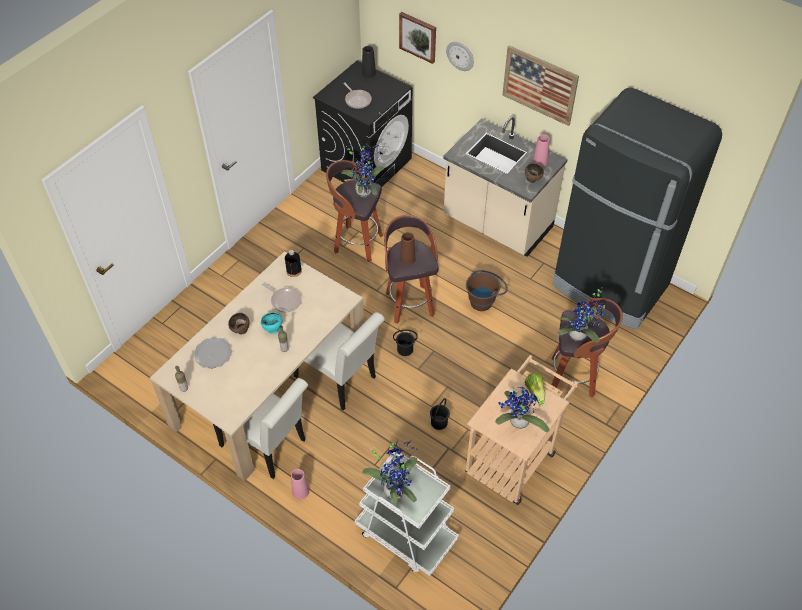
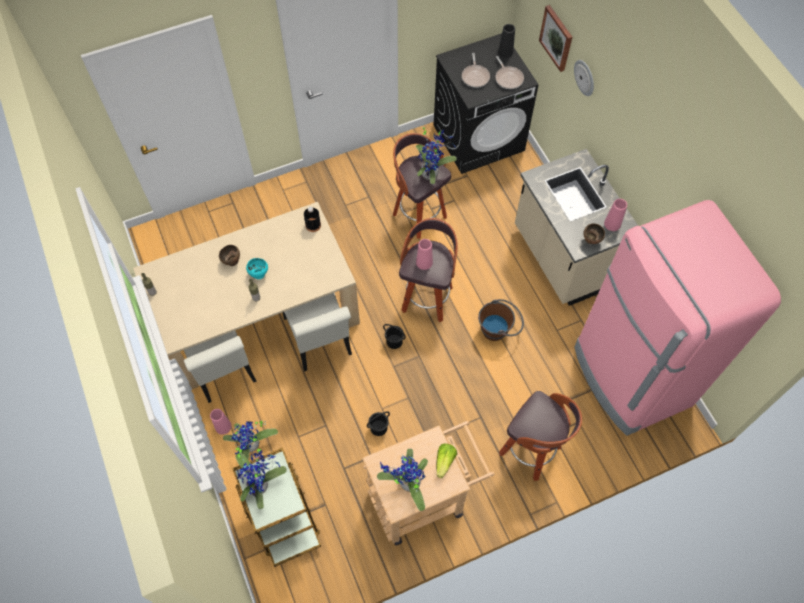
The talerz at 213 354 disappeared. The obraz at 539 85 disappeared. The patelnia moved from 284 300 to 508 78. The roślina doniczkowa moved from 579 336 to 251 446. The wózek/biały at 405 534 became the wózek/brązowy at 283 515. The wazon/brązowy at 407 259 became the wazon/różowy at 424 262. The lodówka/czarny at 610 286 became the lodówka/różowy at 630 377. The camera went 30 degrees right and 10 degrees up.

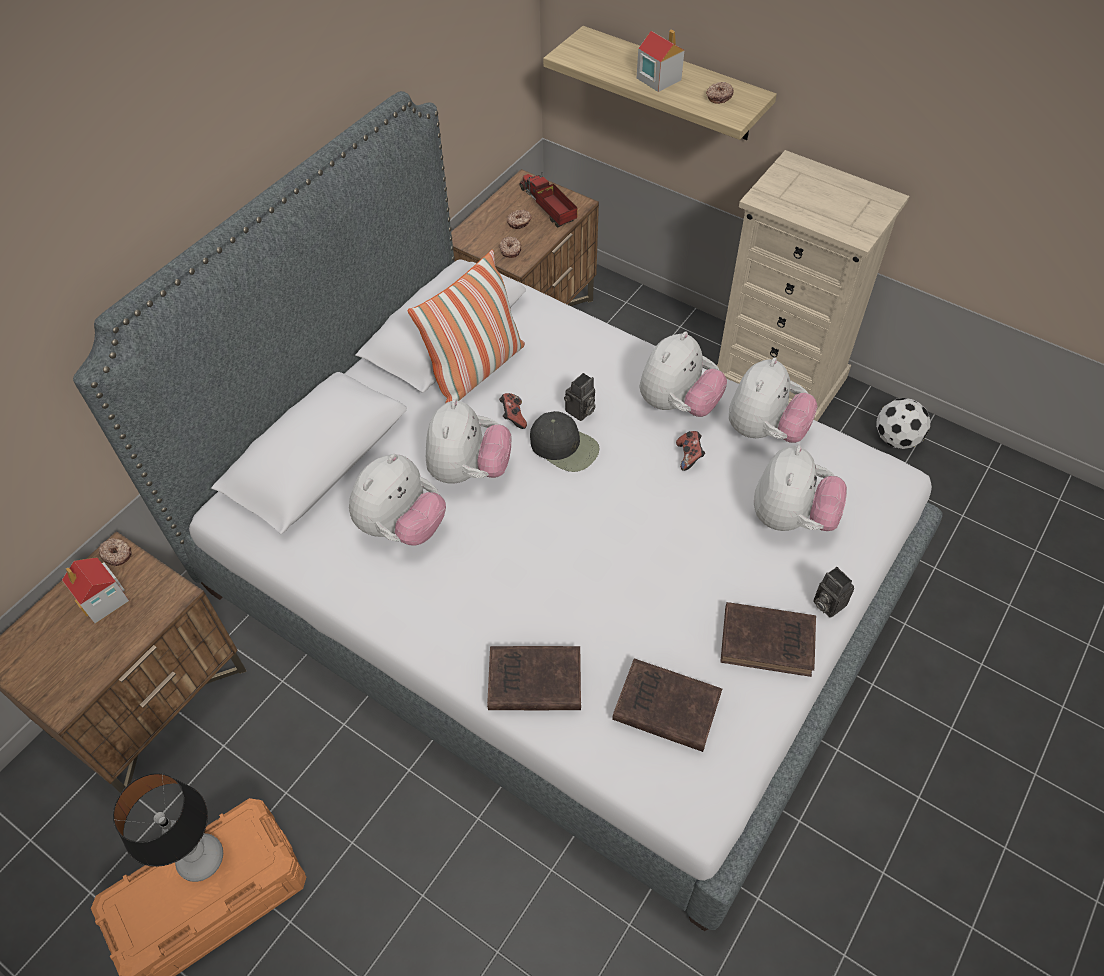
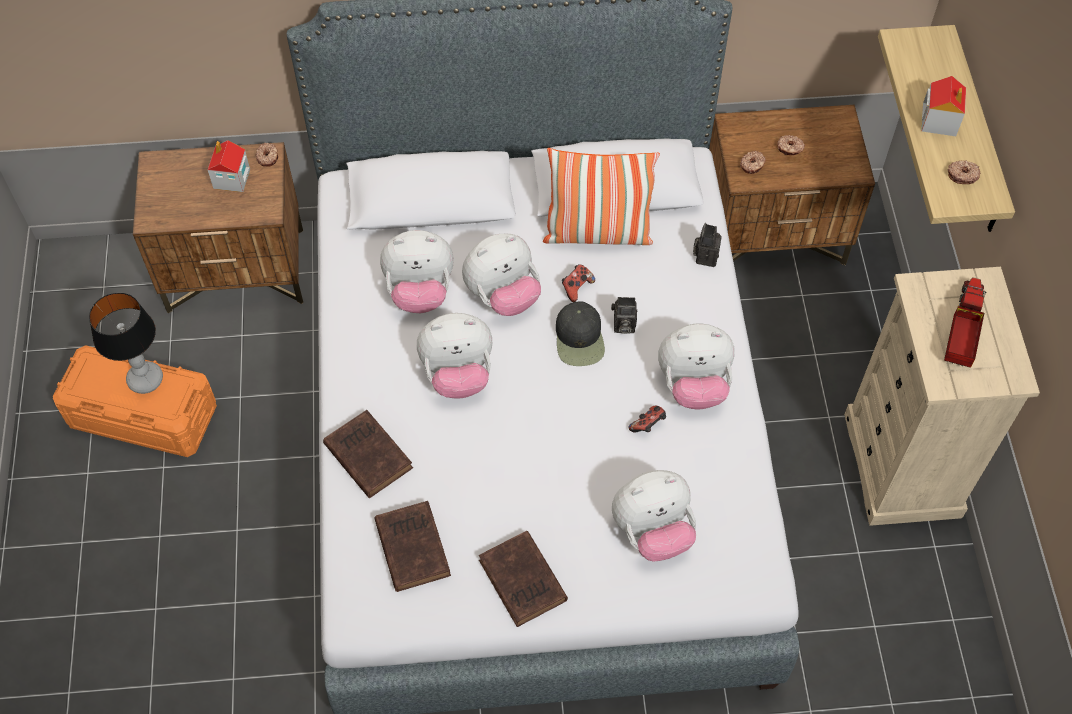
The piłka futbolowa at 896 438 disappeared. The ciężarówka zabawkowa moved from 548 207 to 962 330. The pluszak moved from 764 430 to 458 374. The aparat fotograficzny moved from 827 603 to 705 256. The camera went 50 degrees right and 5 degrees up.

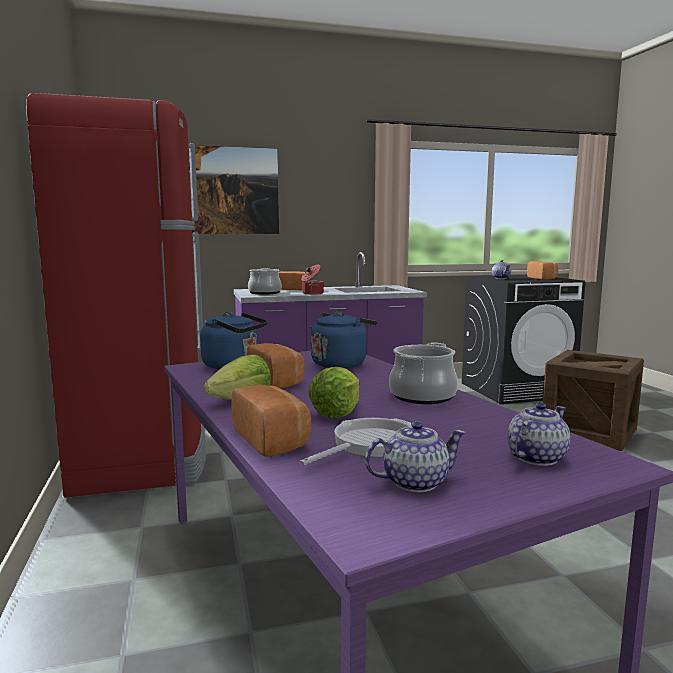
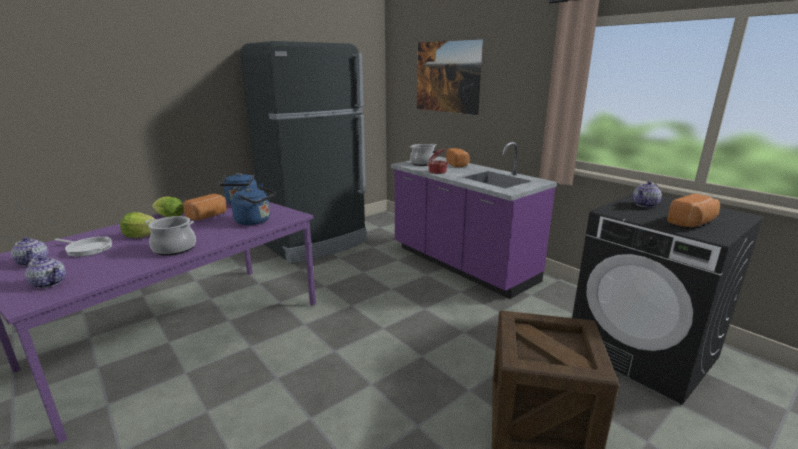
The chleb at 273 439 disappeared. The lodówka/czerwony at 142 458 became the lodówka/czarny at 316 243. The camera went 65 degrees right and 10 degrees up.

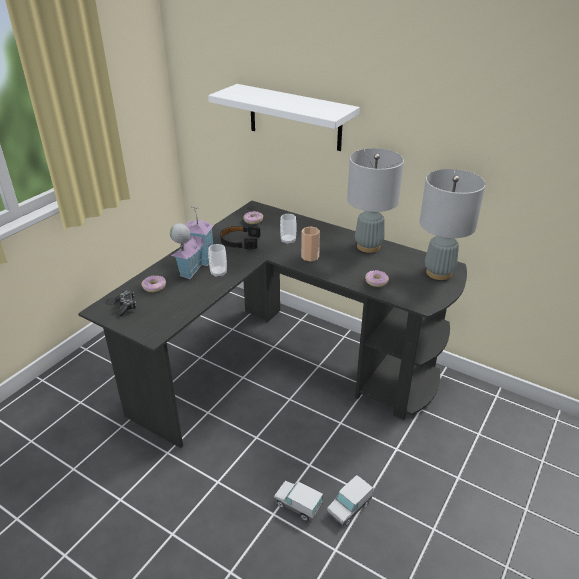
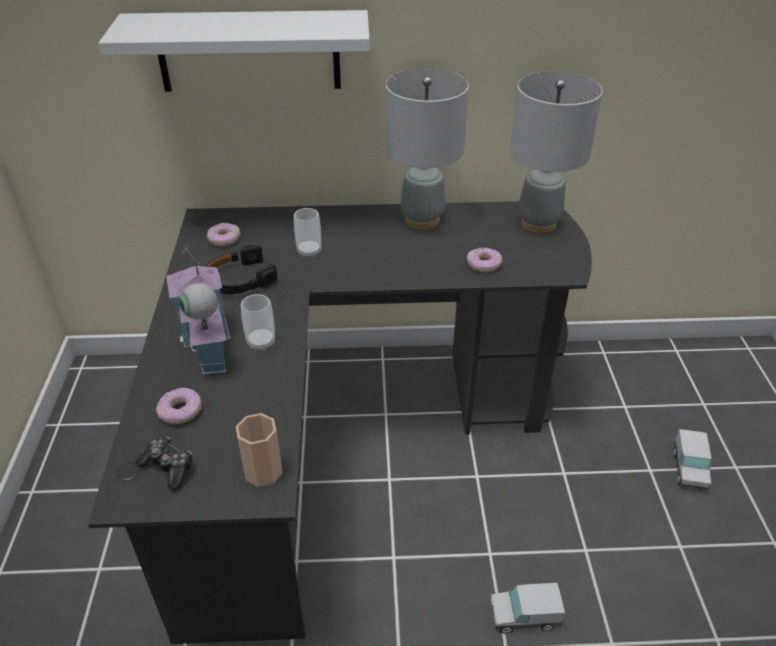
The filiżanka moved from 310 256 to 263 471. The ciężarówka zabawkowa moved from 349 508 to 688 469. The camera went 35 degrees left and 5 degrees up.

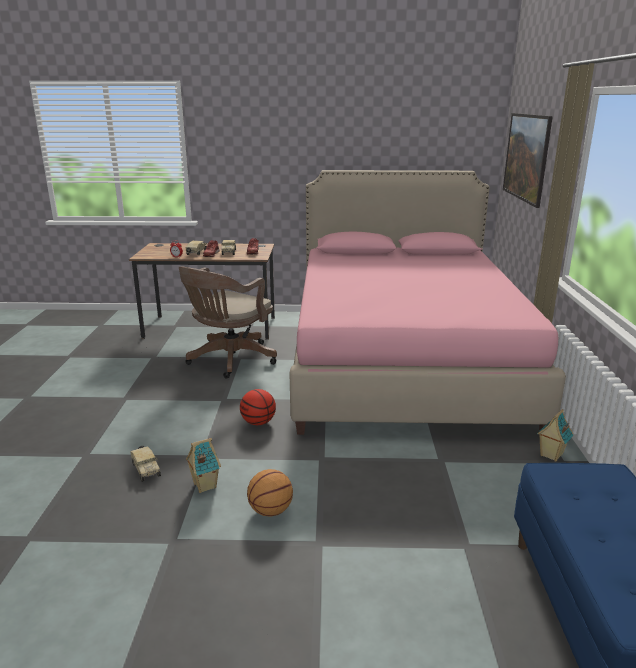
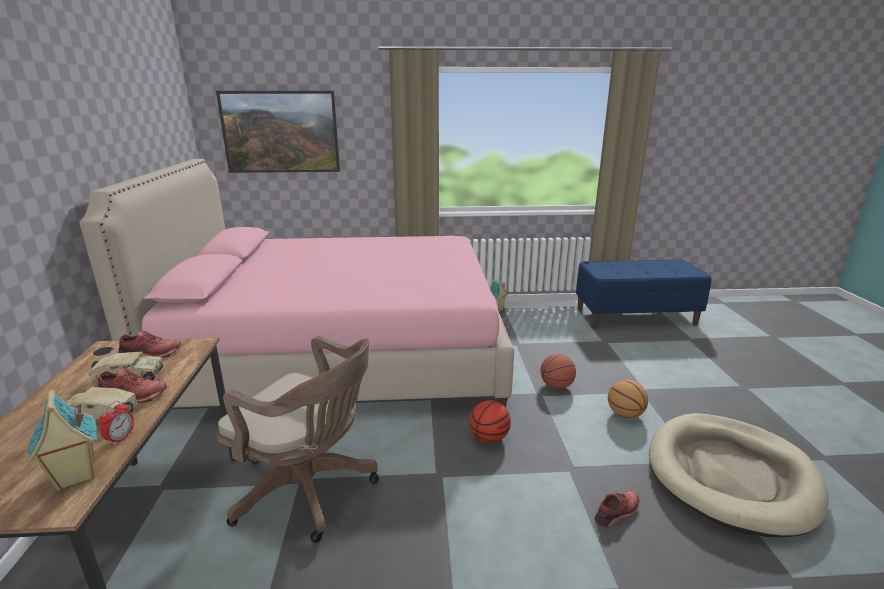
The piłka do koszykówki at 556 386 appeared. The legowisko/beżowy at 730 475 appeared. The domek moved from 204 486 to 75 476. The ciężarówka zabawkowa at 145 469 was replaced by the but/czerwony at 617 512. The camera went 95 degrees left and 0 degrees up.

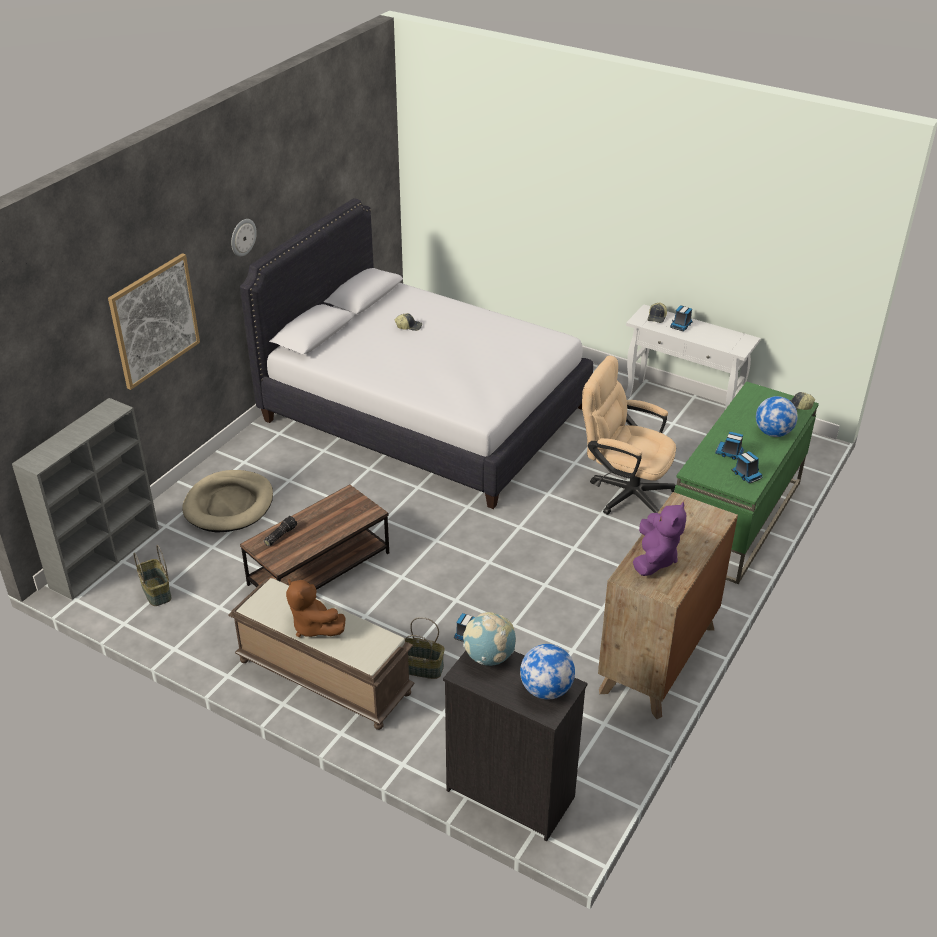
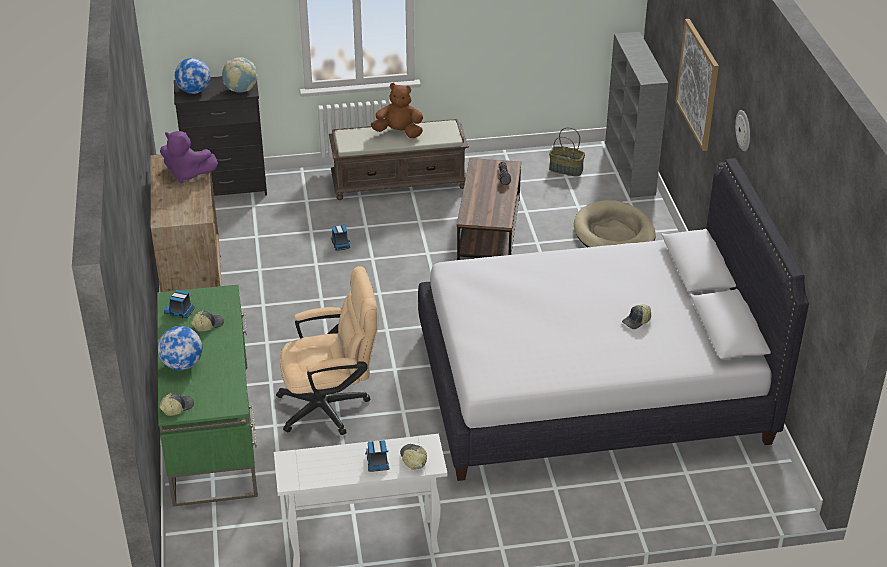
The koszyk at 420 668 disappeared. The ciężarówka zabawkowa at 730 453 was replaced by the czapka z daszkiem at 207 324. The pluszak/fioletowy at 655 559 turned 45 degrees counterclockwise. The camera went 140 degrees right and 0 degrees up.

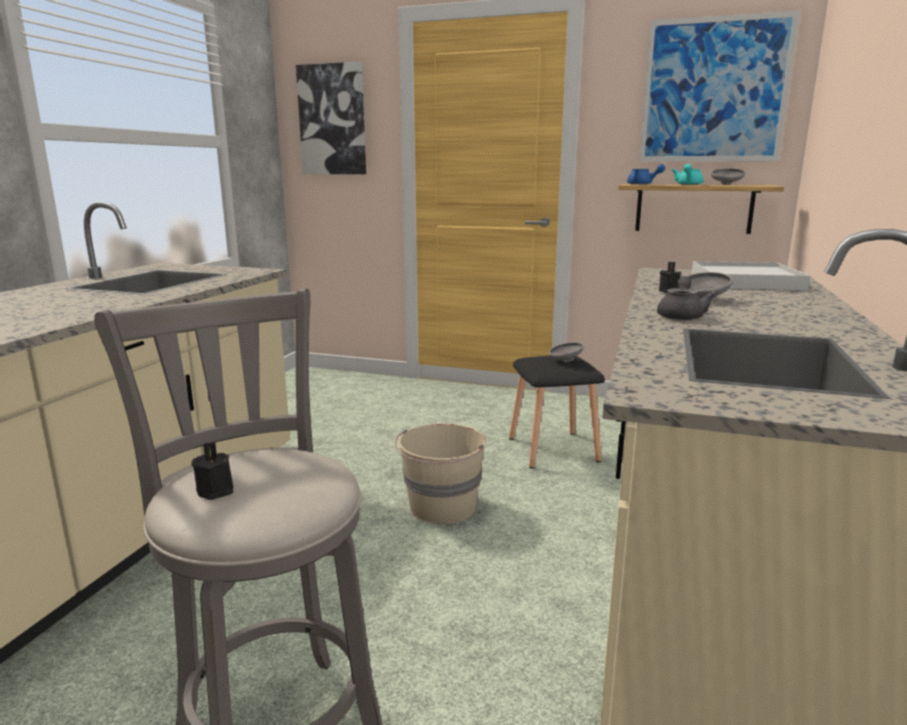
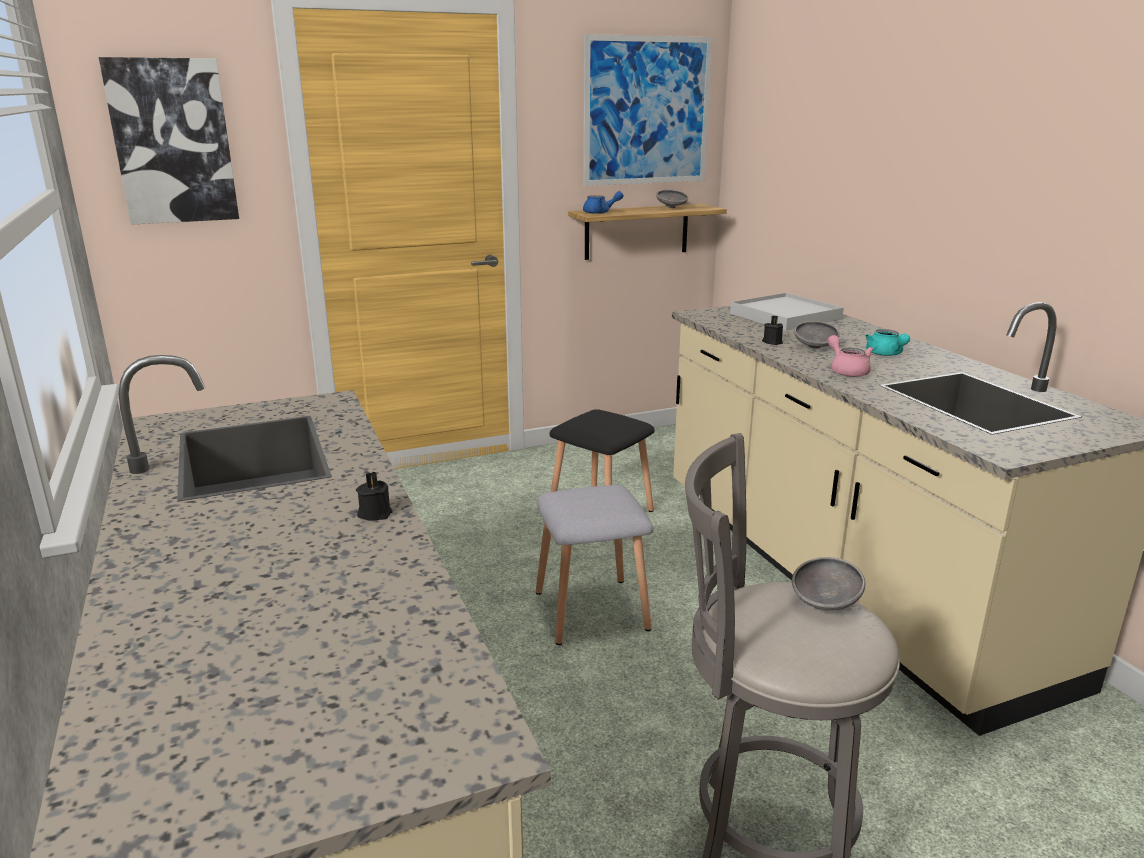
The świeca/czarny moved from 216 489 to 374 513. The miska/szary moved from 564 361 to 824 603. The imbryk/turkusowy moved from 688 184 to 885 354. The wiadro/beżowy at 442 507 was replaced by the stołek/szary at 593 609. The imbryk/szary at 681 316 became the imbryk/różowy at 847 371. The camera went 40 degrees left and 5 degrees up.

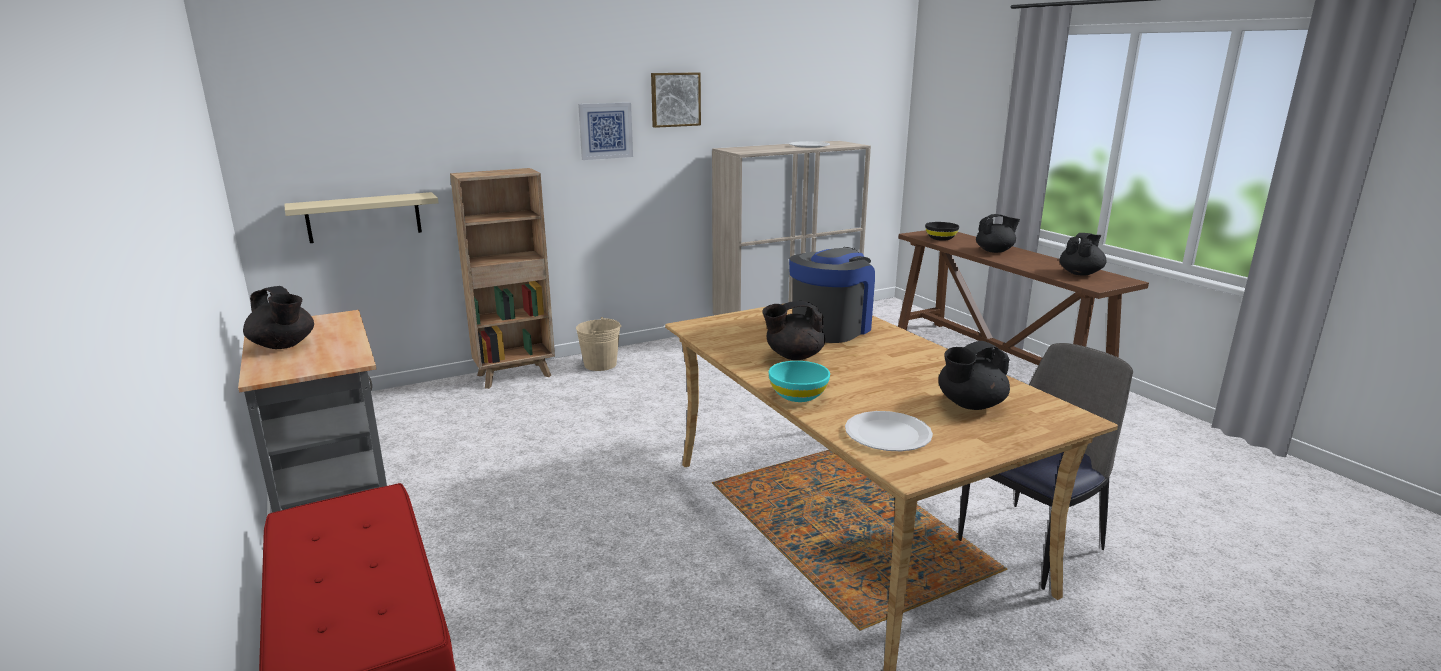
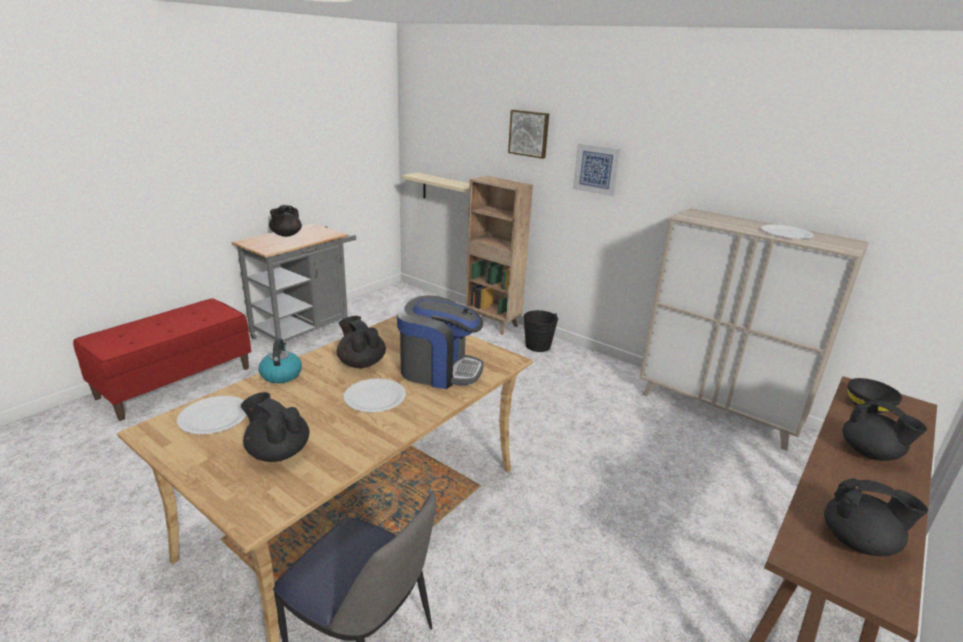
The talerz/biały at 374 397 appeared. The obraz moved from 675 99 to 529 133. The miska/turkusowy at 798 395 was replaced by the czajnik at 281 374. The wiadro/beżowy at 600 364 became the wiadro/czarny at 538 346. The camera went 65 degrees right and 5 degrees up.

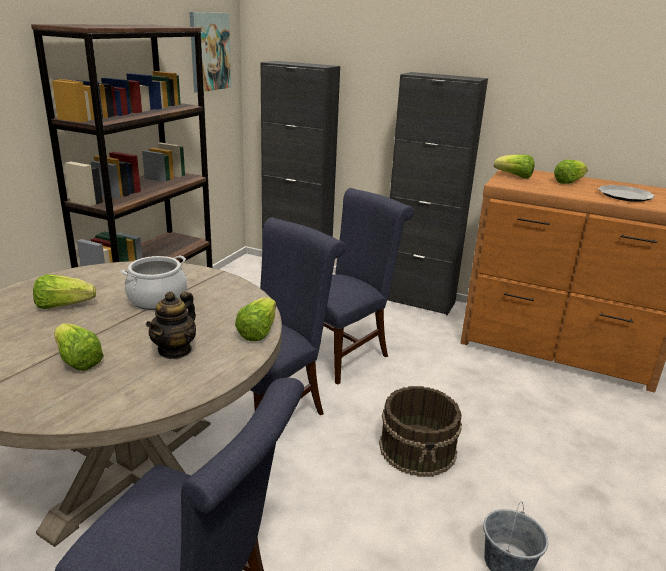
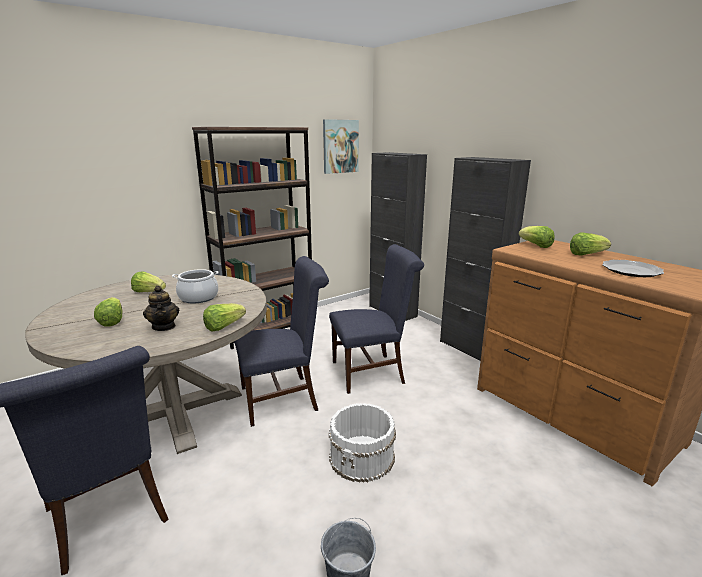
The wiadro/brązowy at 418 448 became the wiadro/biały at 362 457. The imbryk at 175 350 turned 75 degrees counterclockwise. The camera went 30 degrees right and 5 degrees down.

